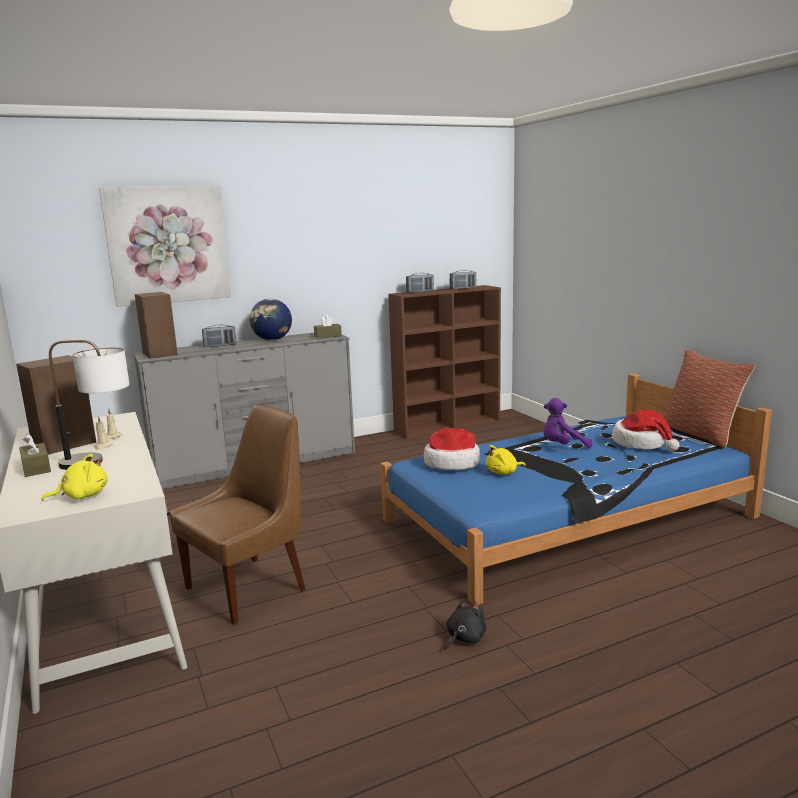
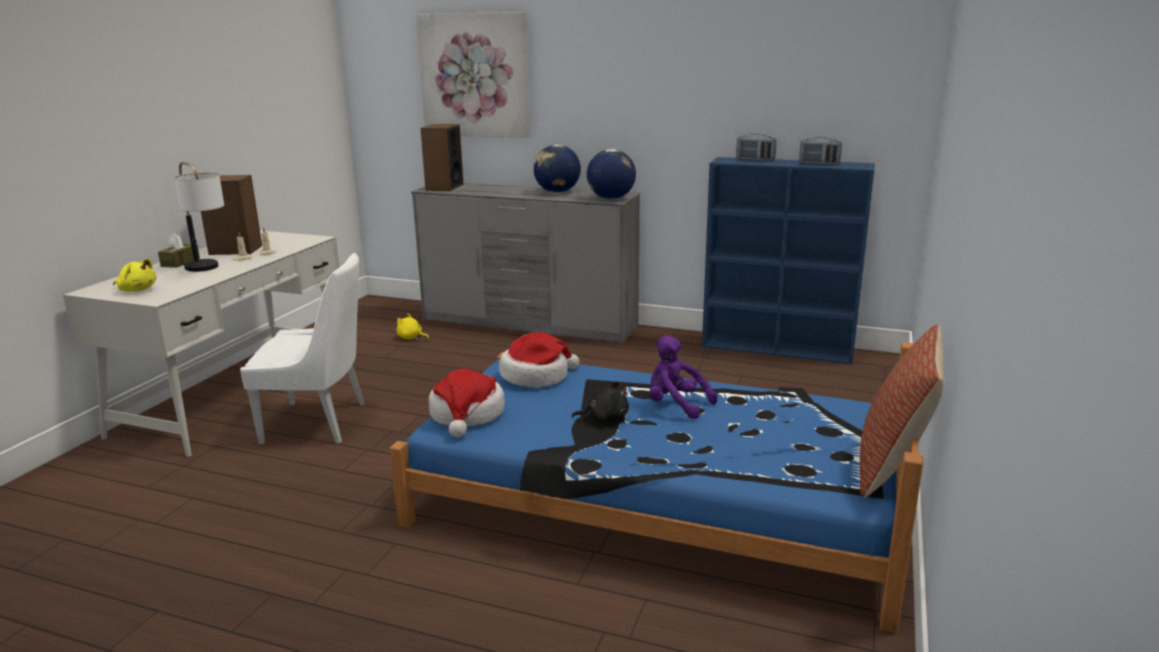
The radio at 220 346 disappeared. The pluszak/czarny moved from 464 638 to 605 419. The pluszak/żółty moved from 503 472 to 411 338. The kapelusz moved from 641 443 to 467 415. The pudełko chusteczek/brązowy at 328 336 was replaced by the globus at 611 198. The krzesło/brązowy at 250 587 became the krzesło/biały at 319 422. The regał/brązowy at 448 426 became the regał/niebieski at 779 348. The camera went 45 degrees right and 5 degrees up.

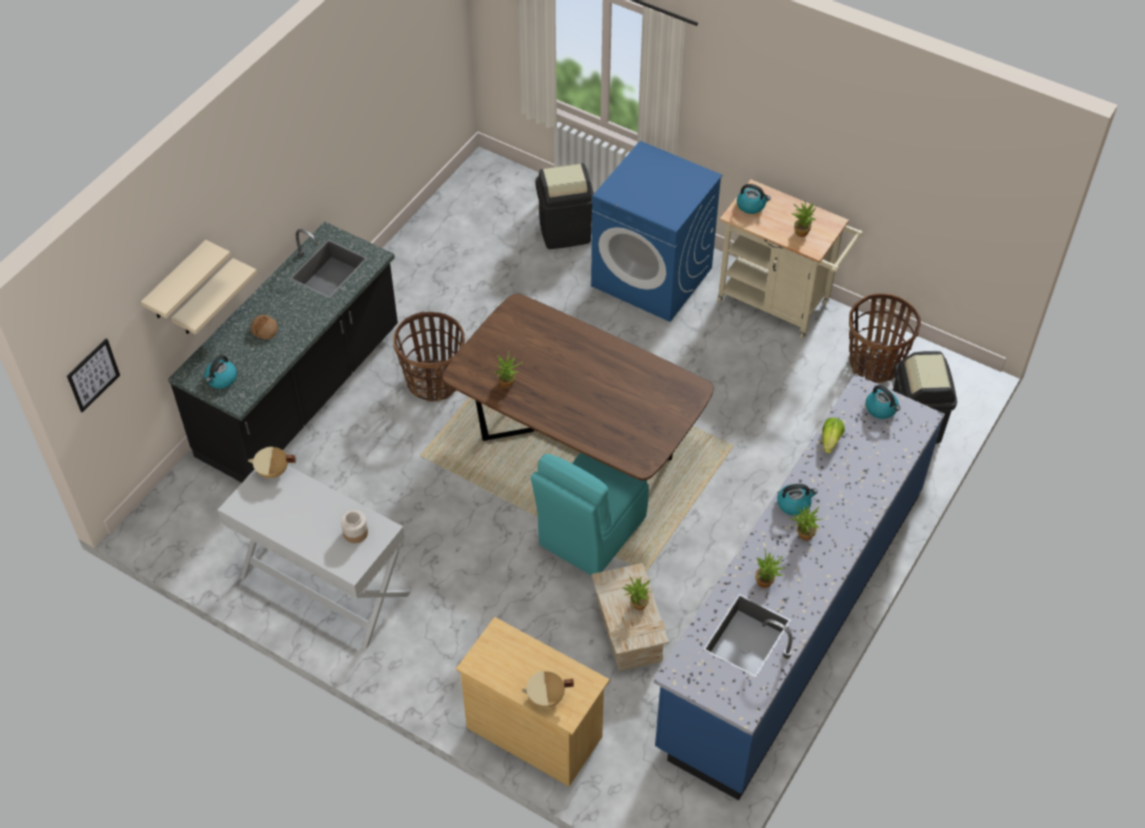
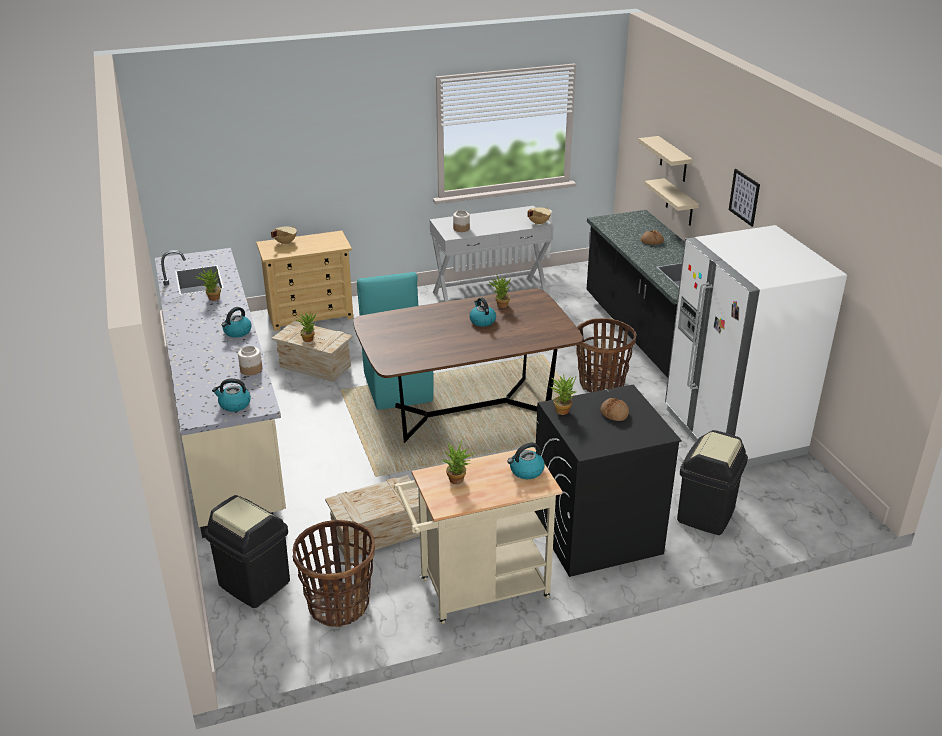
The skrzynka at 377 534 appeared. The chleb at 614 413 appeared. The lodówka/biały at 733 432 appeared. The obraz moved from 93 375 to 744 197. The czajnik moved from 221 379 to 482 321. The roślina doniczkowa moved from 803 536 to 562 409. The sałata at 830 440 was replaced by the słoik at 251 370. The pralka/niebieski at 652 277 became the pralka/czarny at 596 534. The zabudowa kuchenna/niebieski at 791 616 became the zabudowa kuchenna/beżowy at 225 424. The camera went 130 degrees right and 20 degrees down.

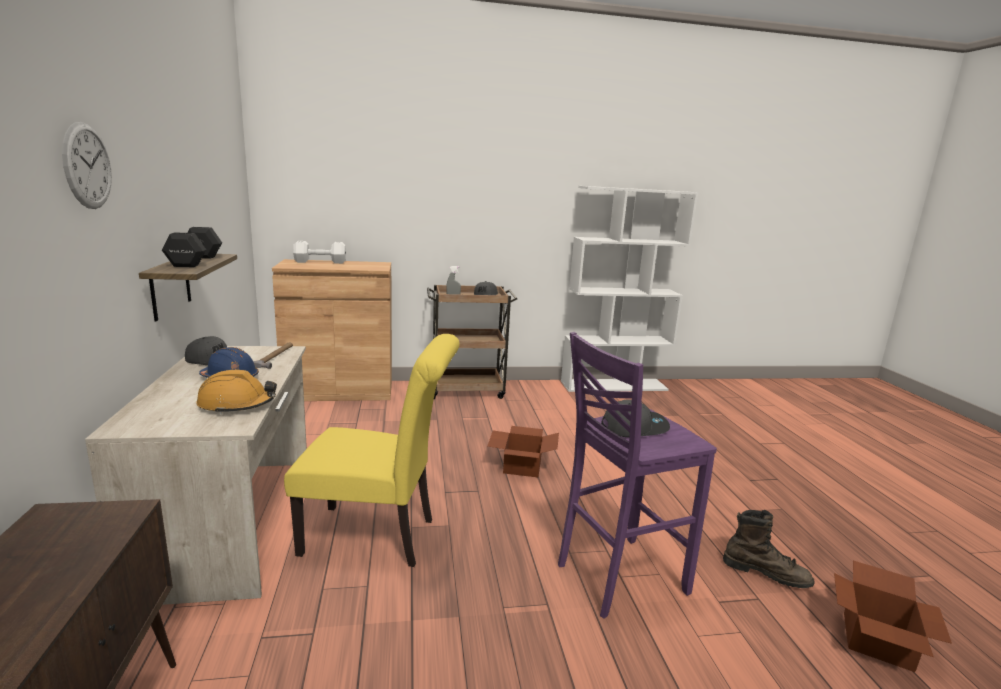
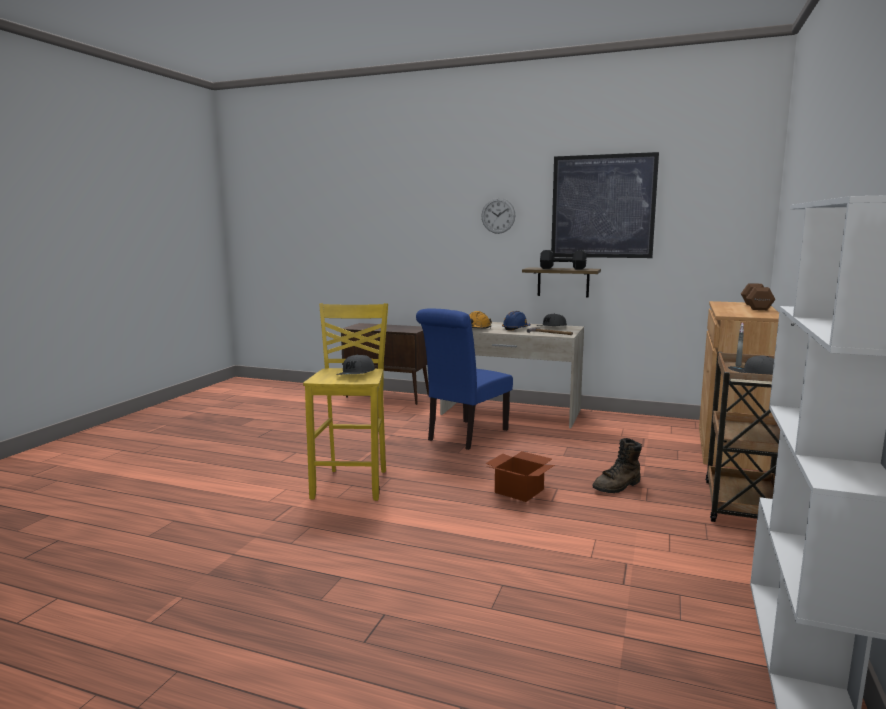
The karton at 876 641 disappeared. The obraz at 602 206 appeared. The but z cholewką/brązowy moved from 765 573 to 617 486. The krzesło/żółty at 377 536 became the krzesło/niebieski at 464 436. The hantel/biały at 319 262 became the hantel/brązowy at 756 307. The stołek/fioletowy at 617 577 became the stołek/żółty at 353 484. The camera went 120 degrees right and 5 degrees down.

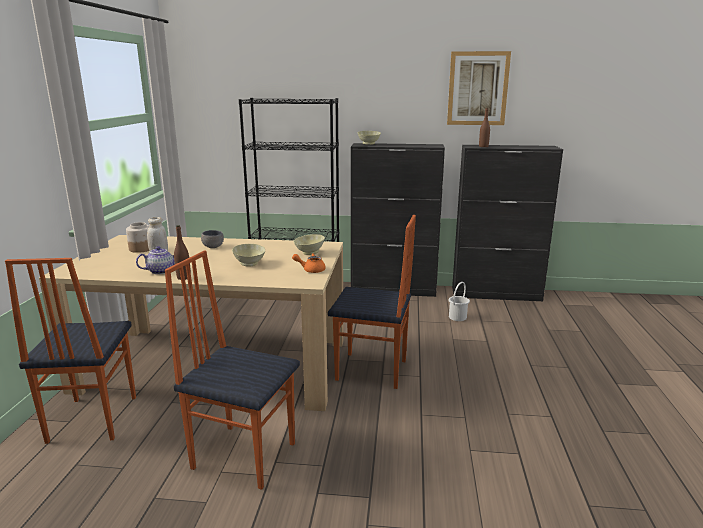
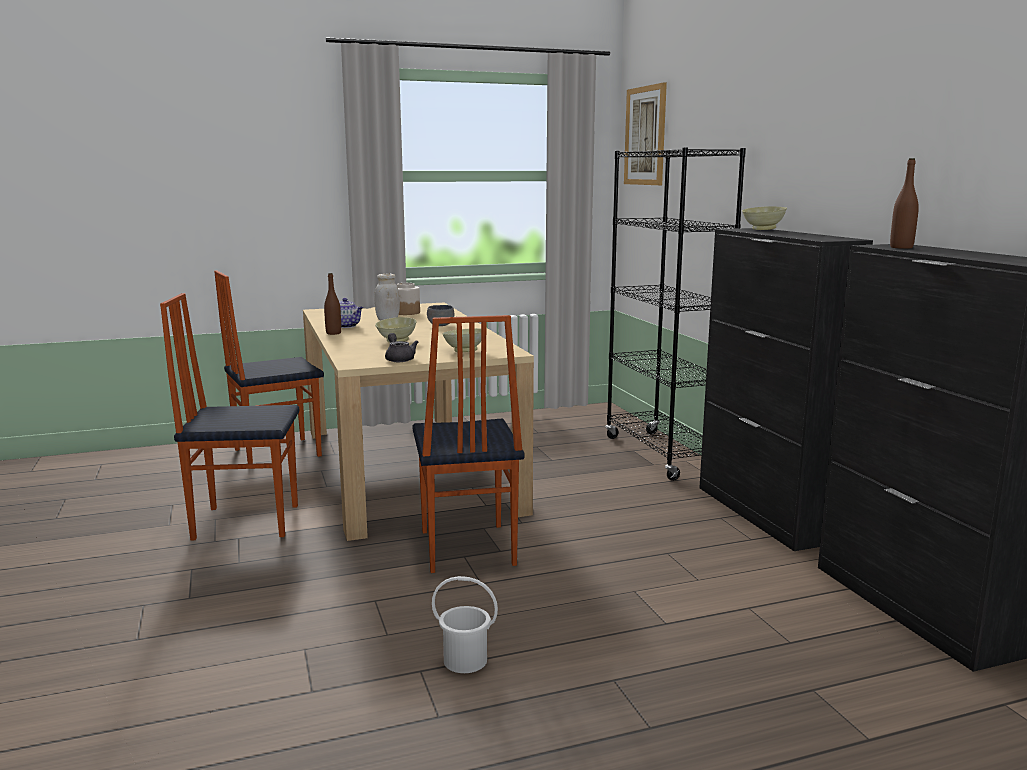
The obraz moved from 478 88 to 645 136. The wiadro/biały moved from 457 317 to 465 660. The imbryk/pomarańczowy at 311 270 became the imbryk/szary at 399 359. The krzesło at 244 454 turned 90 degrees counterclockwise. The camera went 65 degrees right and 5 degrees down.

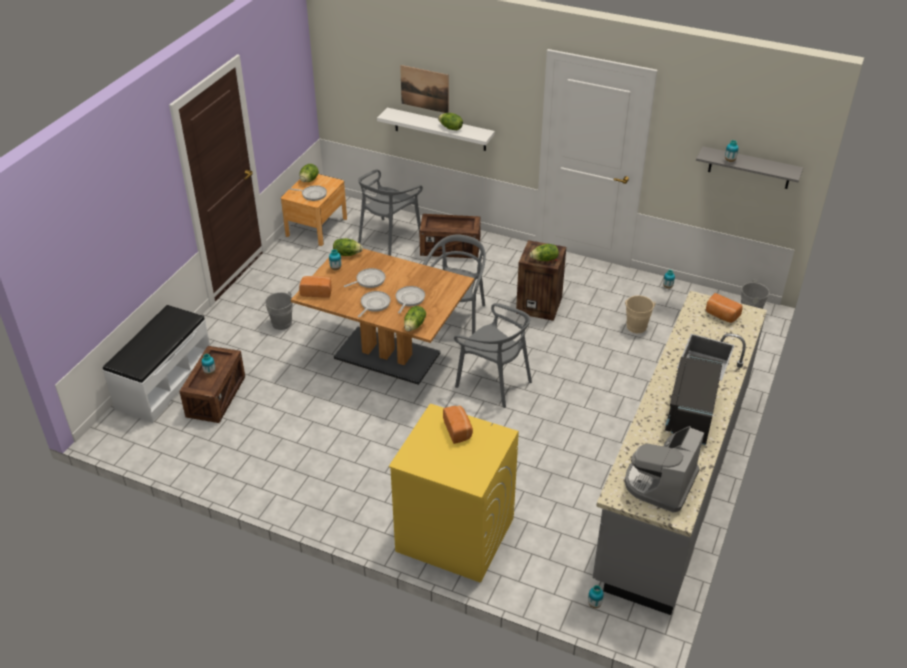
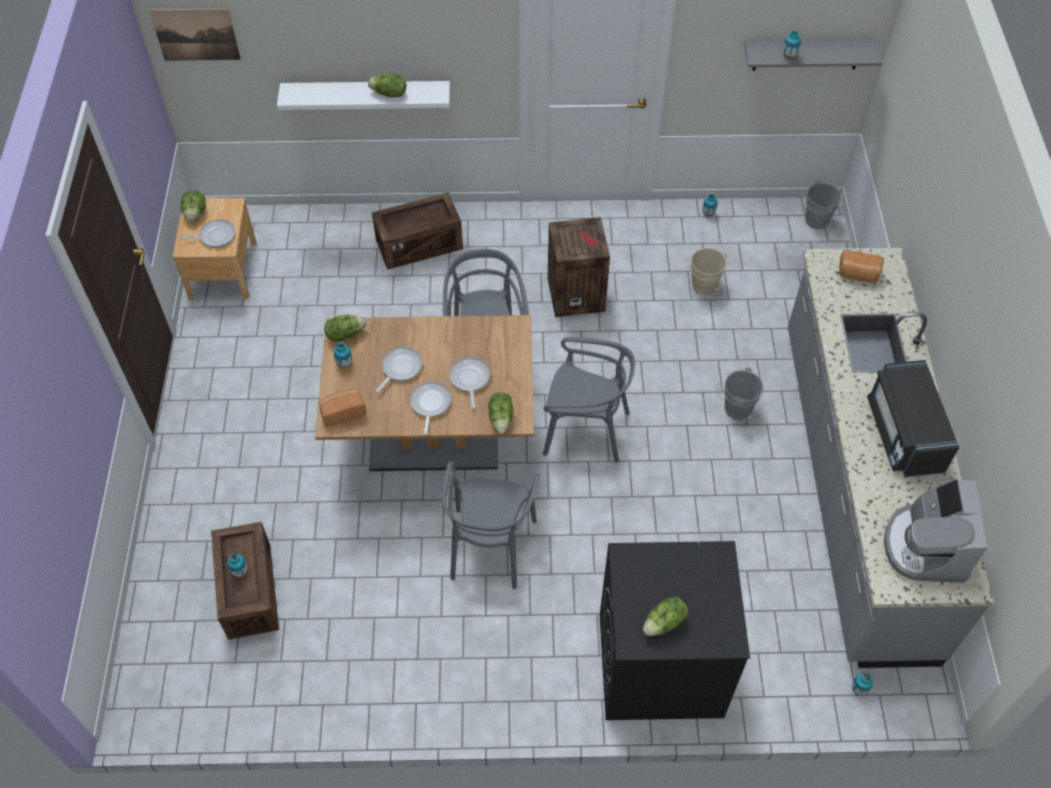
The ławka/biały at 164 383 disappeared. The chleb at 458 430 disappeared. The wiadro/szary moved from 280 322 to 734 407. The krzesło/szary moved from 389 237 to 490 547. The obraz moved from 424 89 to 196 34. The sałata moved from 544 259 to 664 623. The pralka/żółty at 454 534 became the pralka/czarny at 659 665. The camera went 25 degrees left and 15 degrees up.

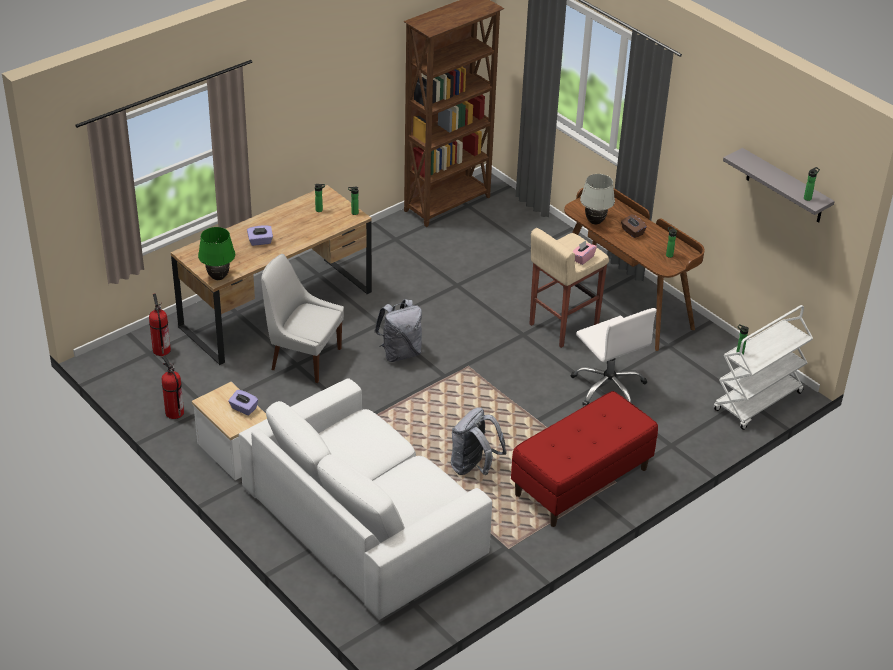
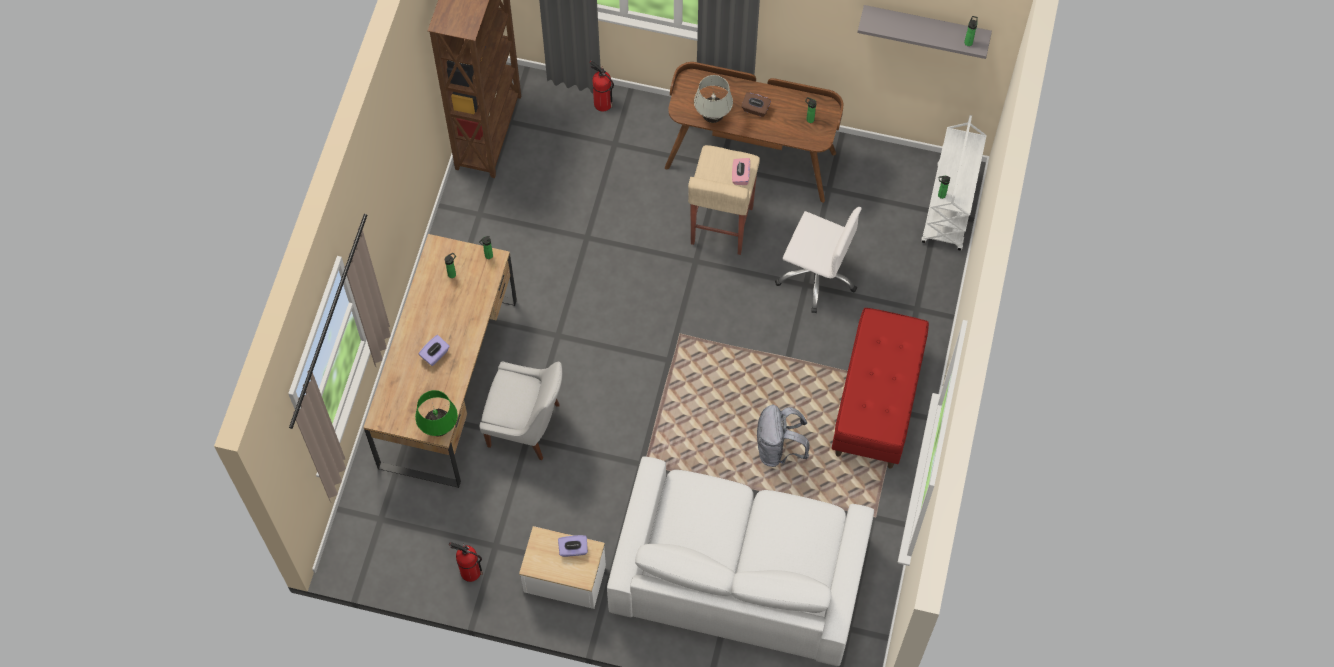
The plecak/szary at 400 353 disappeared. The gaśnica moved from 161 350 to 602 103. The krzesło/biały at 303 358 turned 150 degrees counterclockwise. The camera went 35 degrees left and 25 degrees up.

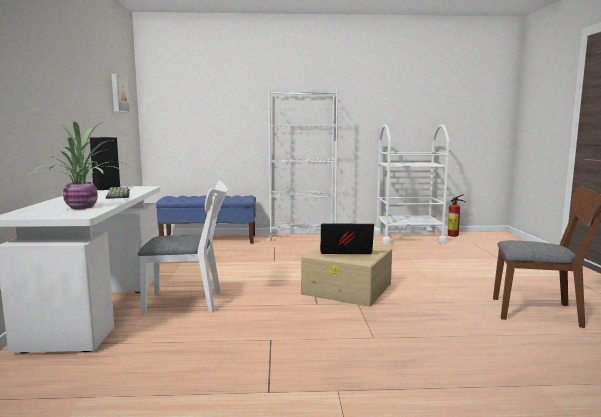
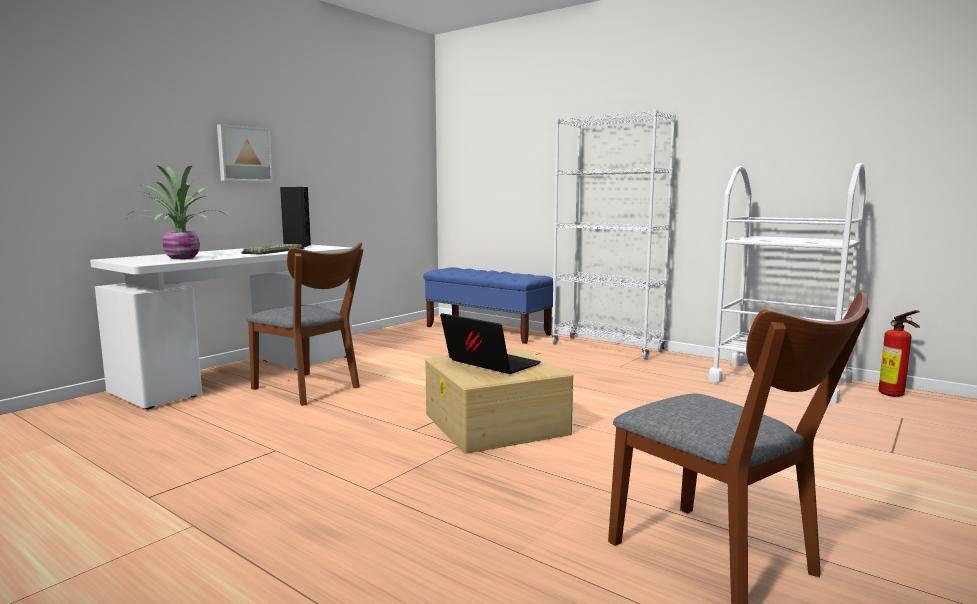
The obraz moved from 119 94 to 244 154. The krzesło/biały at 190 301 became the krzesło/brązowy at 310 389. The camera went 40 degrees right and 0 degrees up.

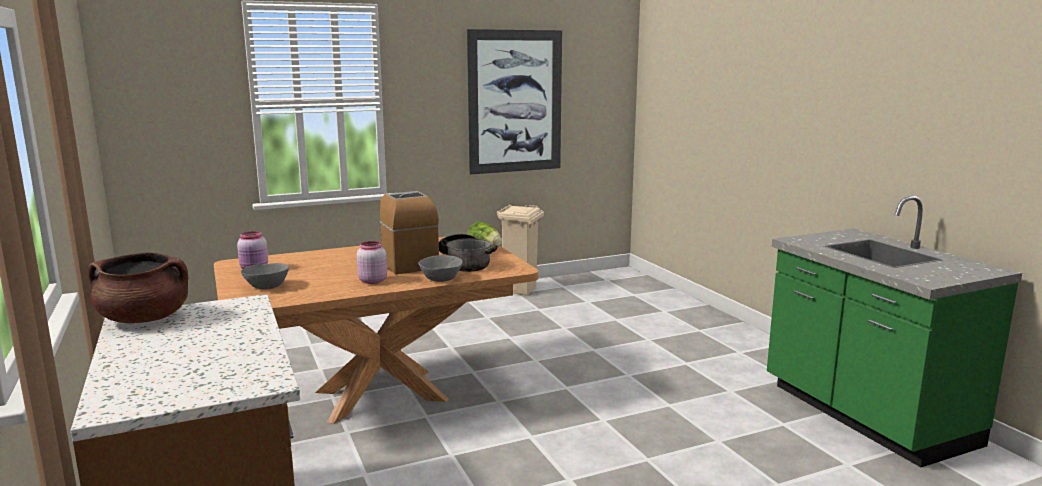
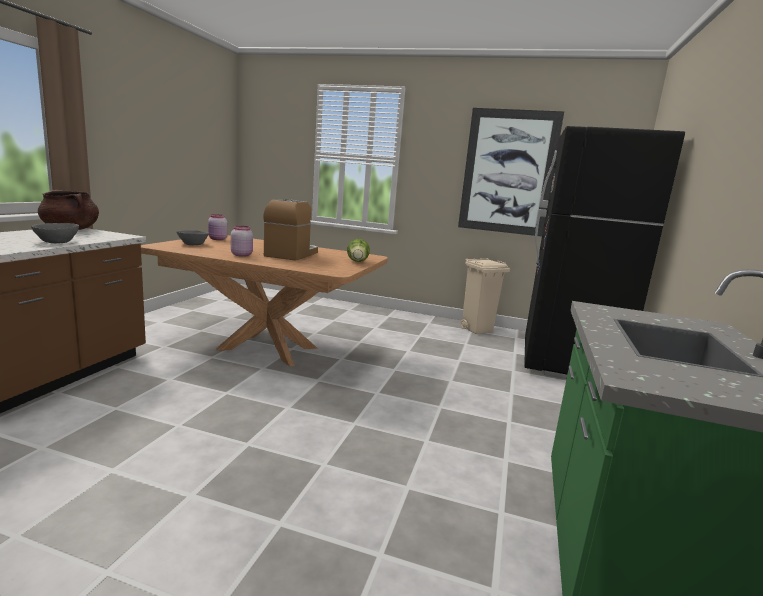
The garnek at 465 264 disappeared. The lodówka/czarny at 567 362 appeared. The miska/szary moved from 440 279 to 56 242. The camera went 40 degrees right and 0 degrees up.

